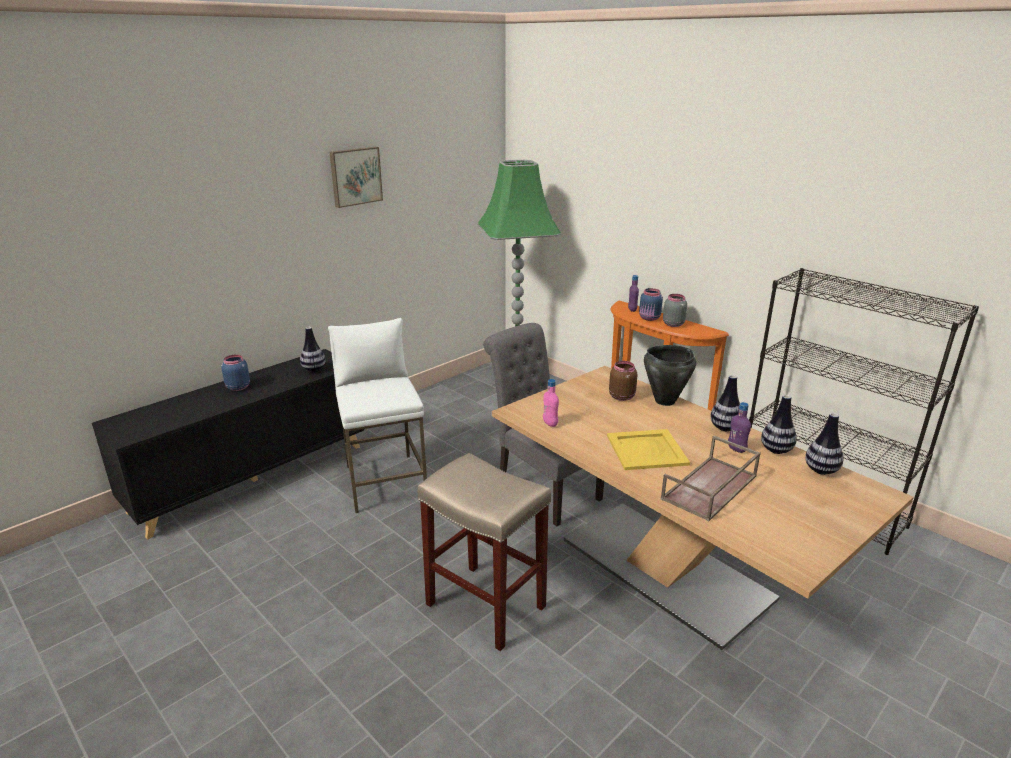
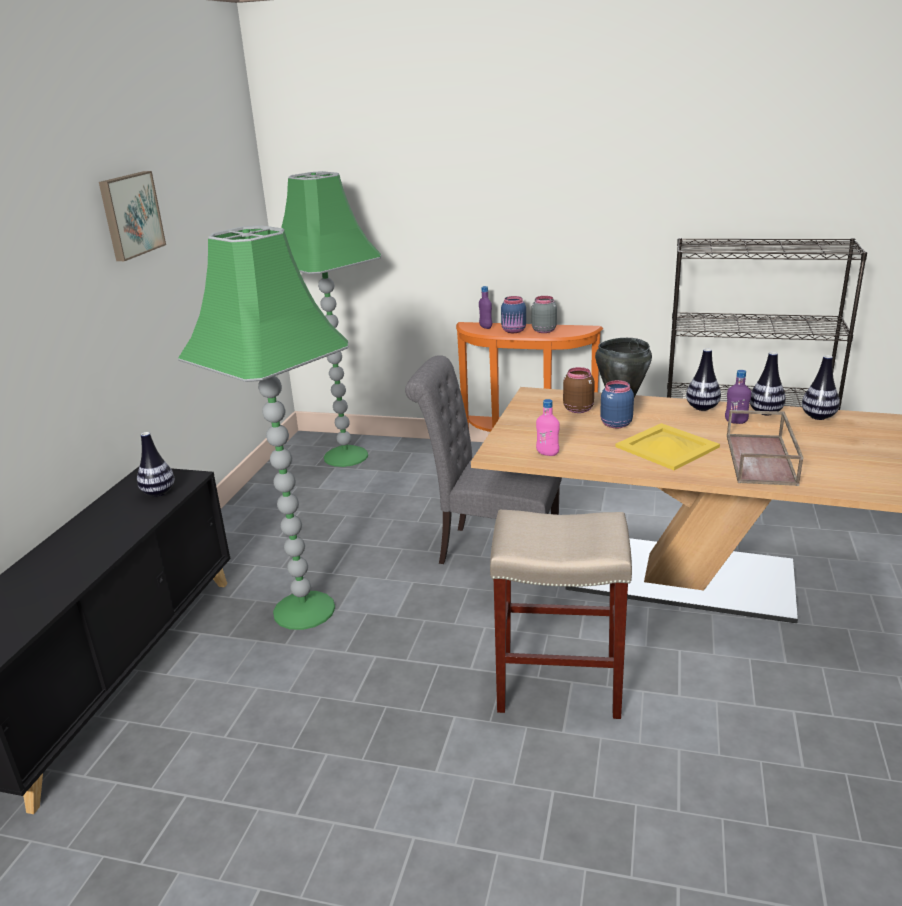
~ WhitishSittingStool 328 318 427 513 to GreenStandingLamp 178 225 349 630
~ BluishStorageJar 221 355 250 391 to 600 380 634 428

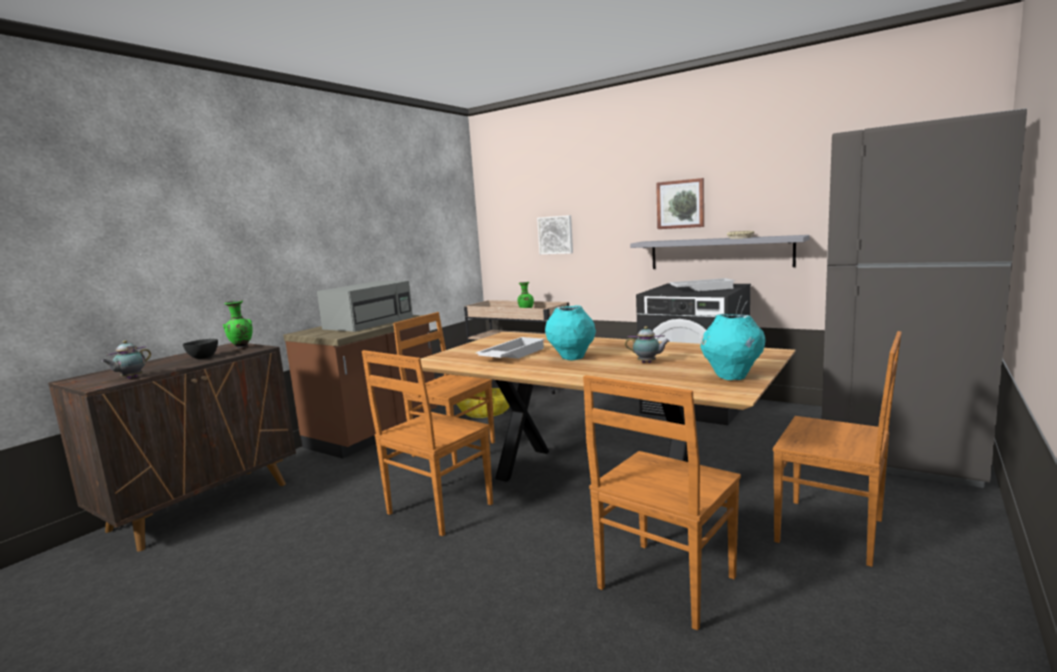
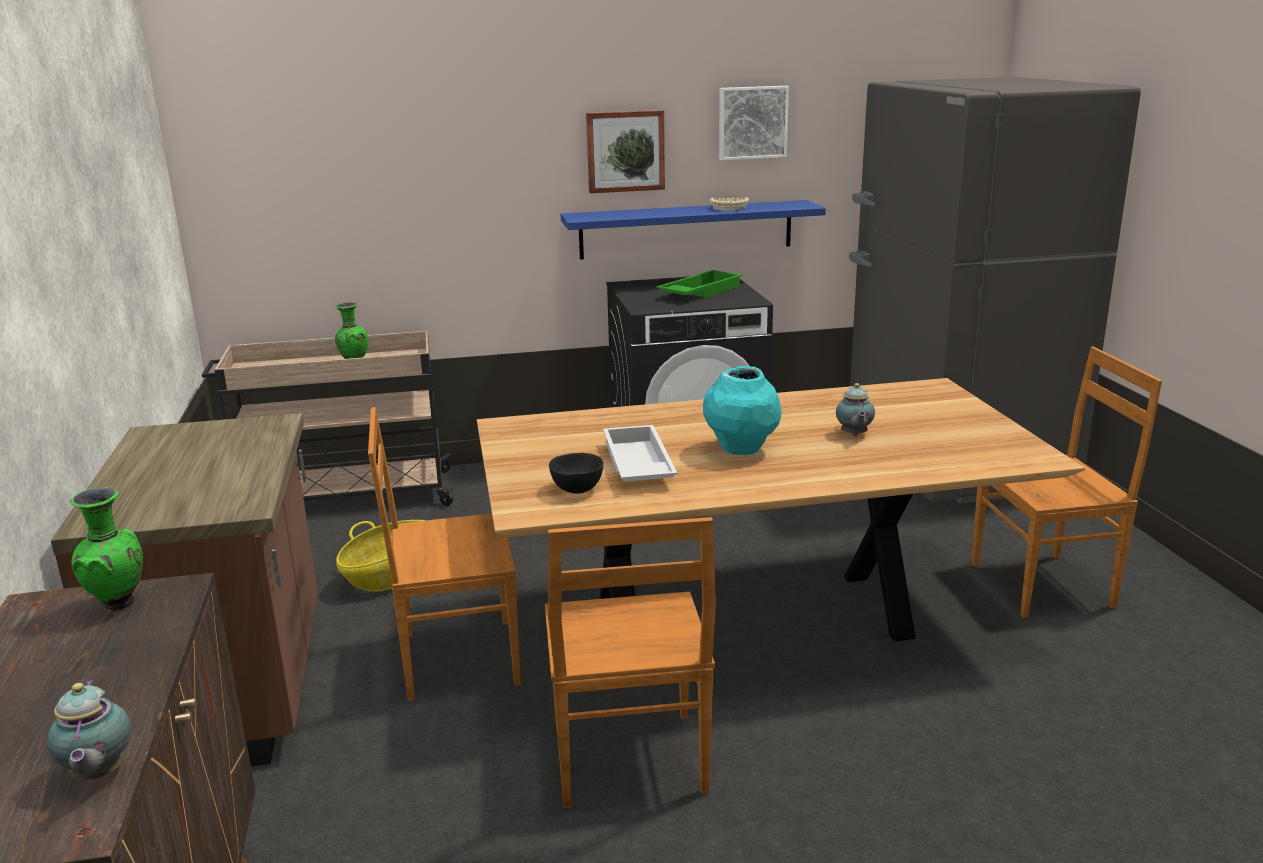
~ BlackishServingBowl 183 339 218 359 to 549 453 604 494
~ GreyishWallShelf 630 235 810 269 to BluishWallShelf 561 200 826 260
~ WhitishCarryingTray 669 278 735 291 to GreenCarryingTray 656 270 742 297
~ Picture 537 215 573 254 to 719 86 789 160
~ PotForTea 625 326 670 363 = 836 383 875 436 120 degrees clockwise
- GreyishMicrowaveOven 317 281 413 332
- BrownColouredUprightChair 583 375 741 631
- BlueGreenFlowerVase 700 314 766 380

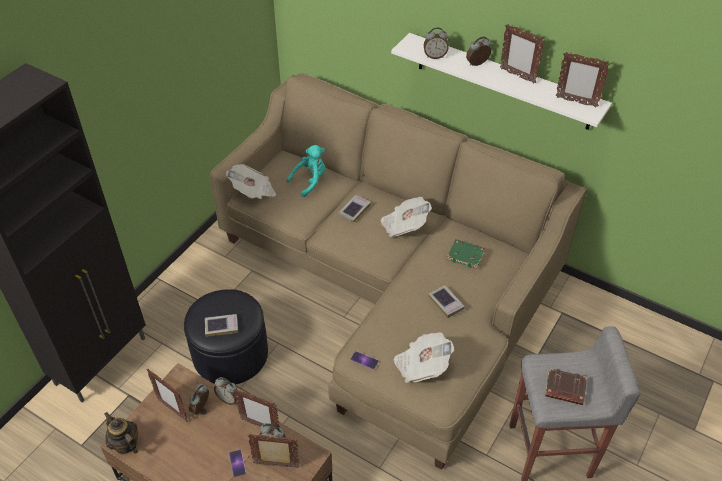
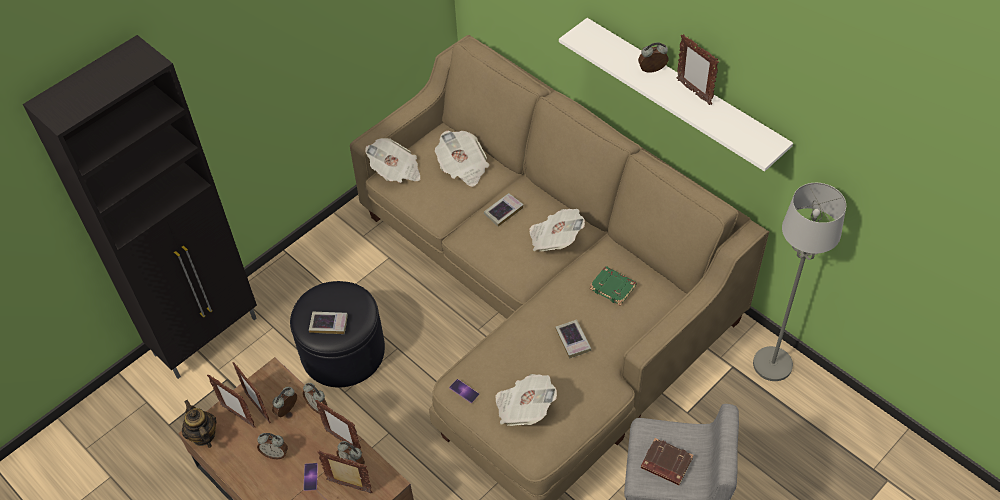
~ PictureFrame 555 52 610 108 to 207 375 256 428
~ TableClock 424 27 449 59 to 257 433 288 459
~ BlueGreenCuddlyToy 286 145 326 197 to PrintedPaper 435 131 489 187
+ GreyishStandingLamp 753 183 846 381

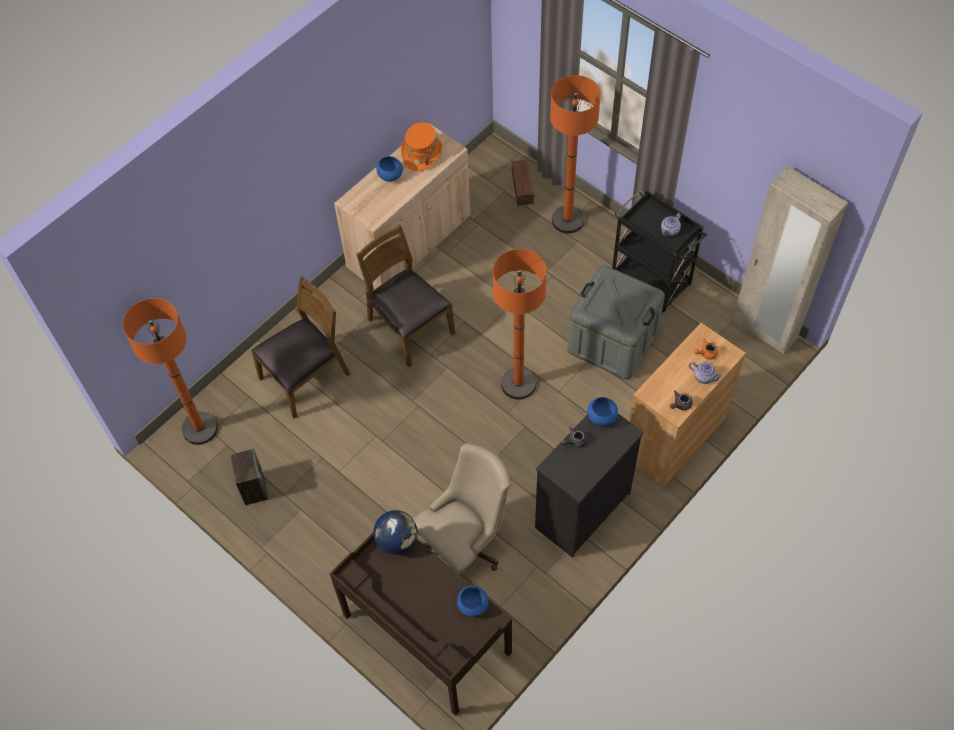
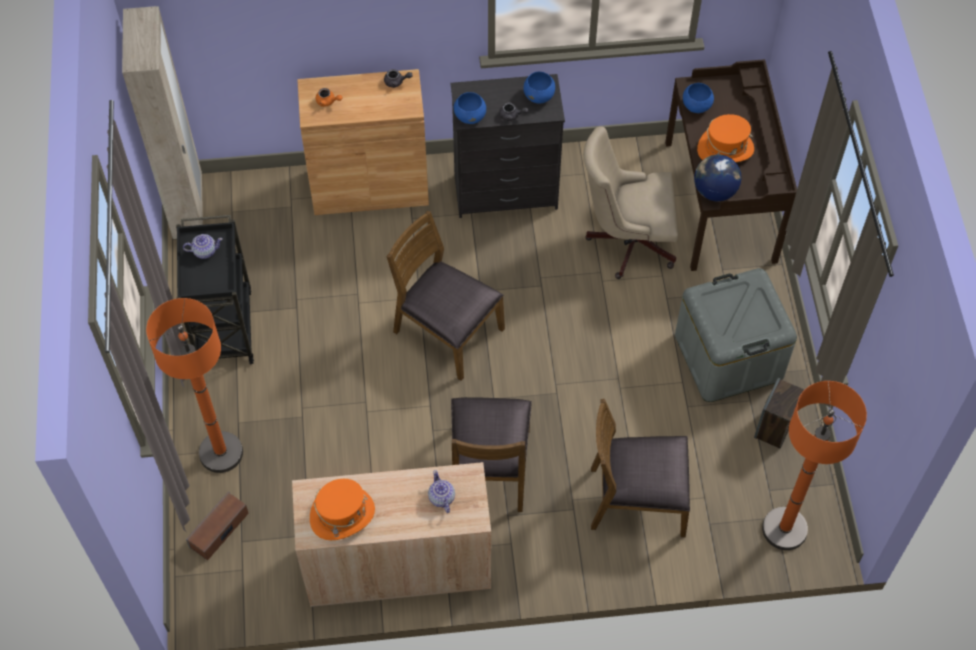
~ OrangeStandingLamp 493 249 547 400 to BrownColouredUprightChair 386 211 505 381
~ PotForTea 689 362 723 384 to 428 470 455 513
~ BluishServingBowl 376 156 403 182 to 524 72 555 103
~ GreyishStorageBin 568 266 665 379 to 675 268 797 402
+ OrangeClothingHat 697 114 754 162

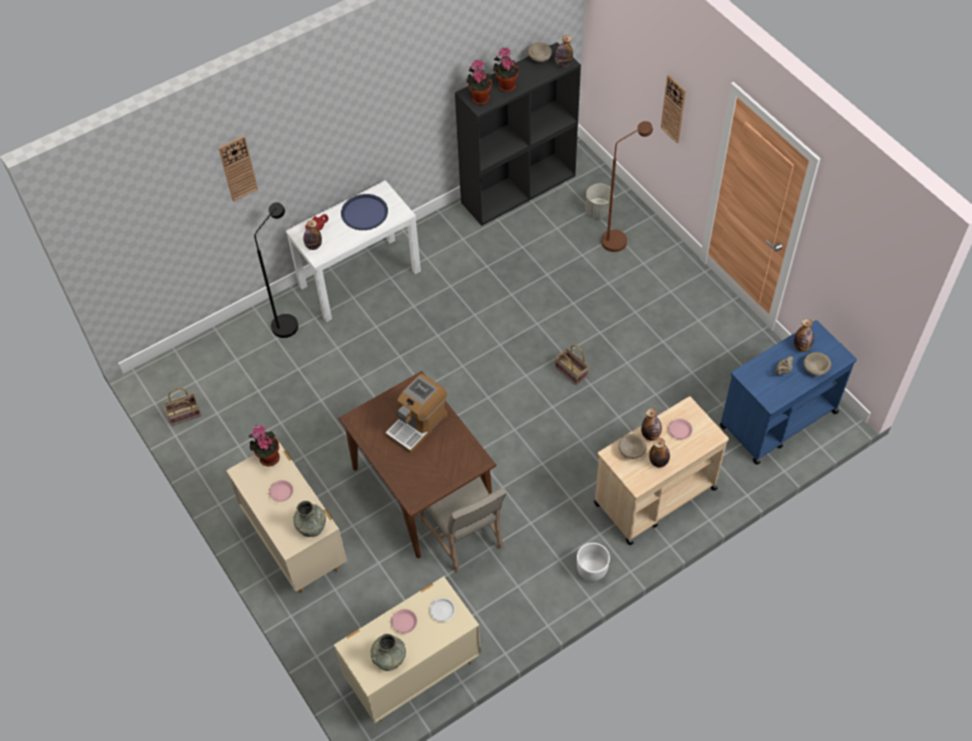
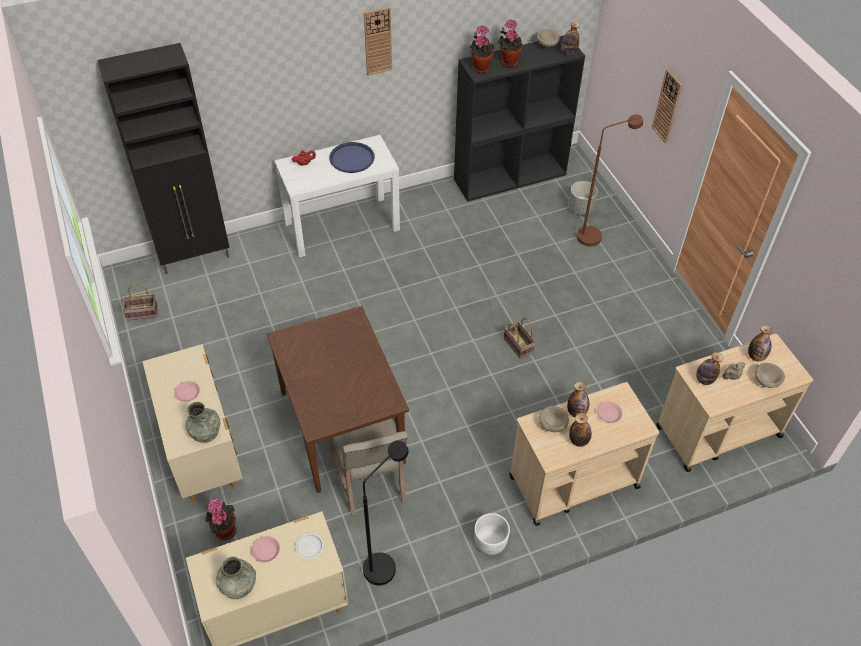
+ BlackishCupboard 97 43 230 274
~ PottedPlant 249 425 280 467 to 205 498 236 540
~ BlackishStandingLamp 254 202 298 338 to 363 440 409 585
~ WallClock 218 136 258 202 to 364 7 392 76
~ BluishWheeledCart 720 320 857 465 to BeigeColouredWheeledCart 656 334 813 472
~ DrinkBottle 303 220 322 250 to 696 352 723 385
- CoffeeMachine 385 374 447 454

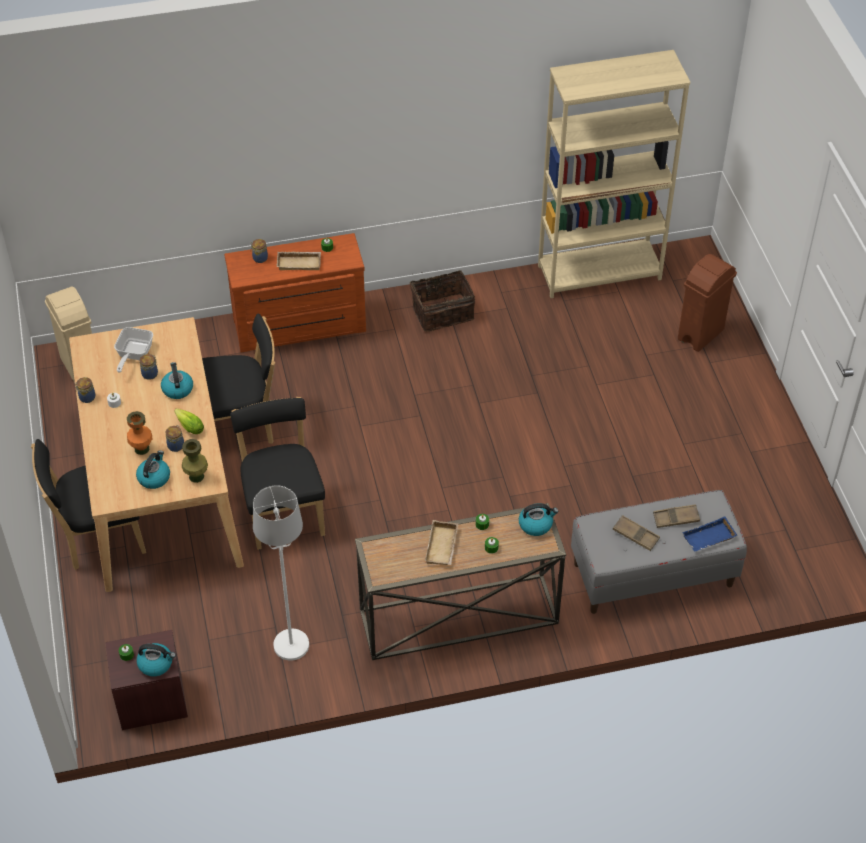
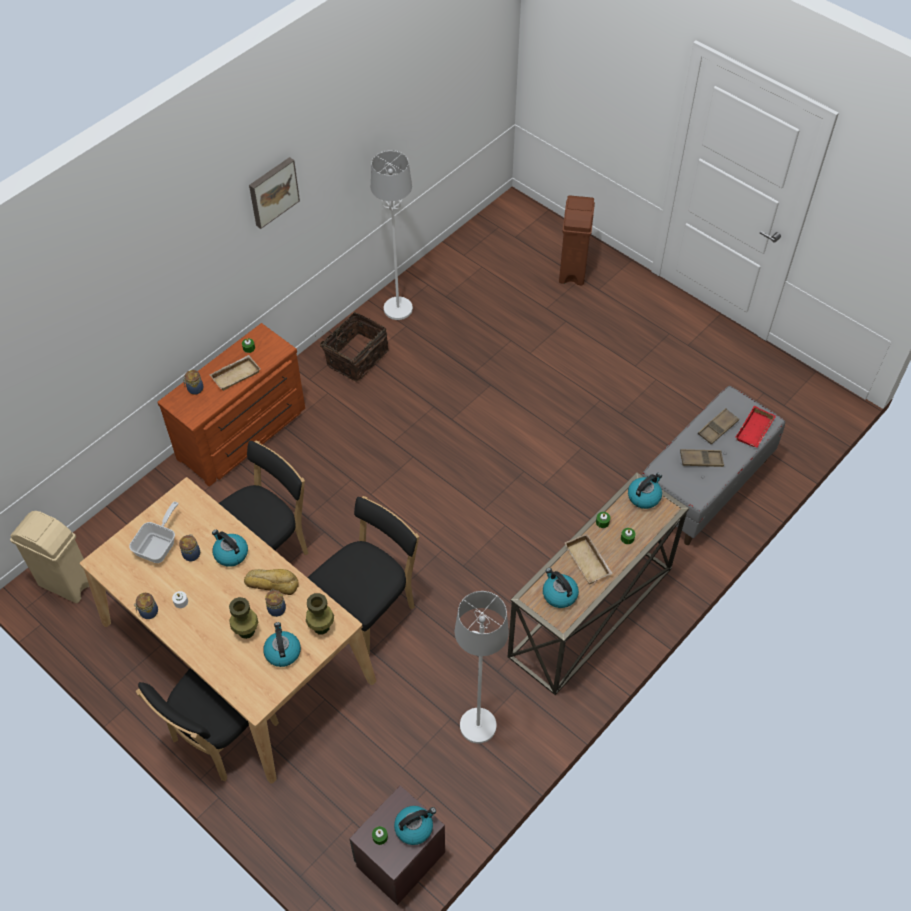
~ Pan 114 327 153 373 = 129 501 178 563 135 degrees counterclockwise
~ OrangeFlowerVase 127 411 153 455 to GreenFlowerVase 229 597 259 639
~ Lettuce 174 408 204 434 to BakedBread 244 569 299 595
+ Picture 249 157 300 229
~ BlackishUprightChair 230 397 325 550 = 308 496 419 656 90 degrees clockwise
+ WhitishStandingLamp 371 150 413 320
+ TeaKettle 543 568 579 608
~ BluishCarryingTray 682 517 737 552 to ReddishCarryingTray 736 406 776 448
- BeigeColouredShelvingUnit 538 50 690 298

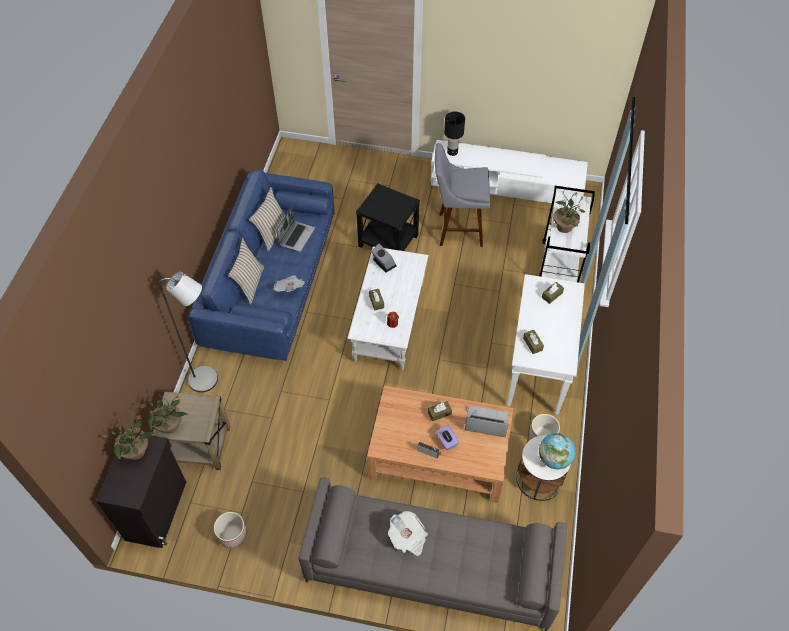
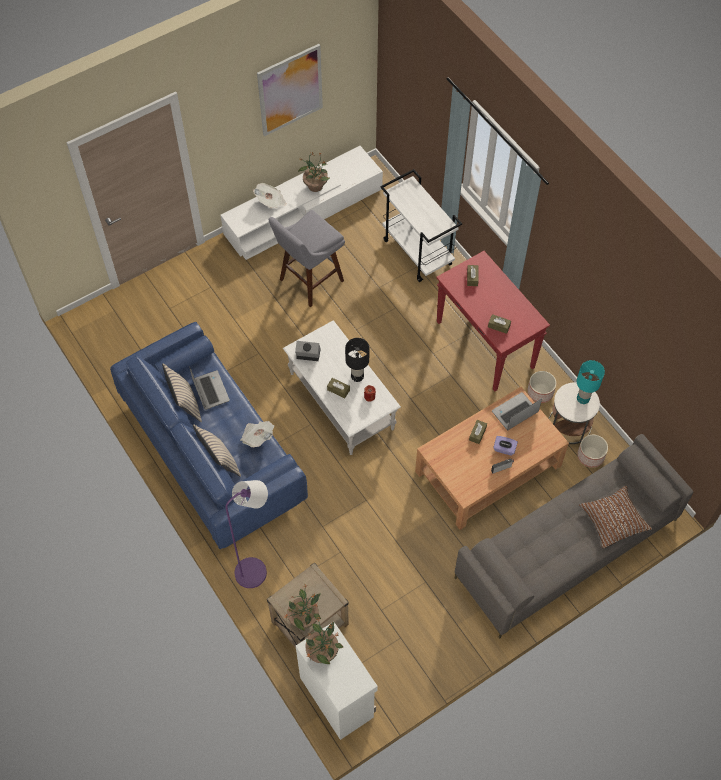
~ GreyishStandingLamp 159 272 218 392 to PurpleColouredStandingLamp 225 480 268 588
~ PrintedPaper 388 511 428 556 to 253 183 287 208
+ Picture 257 44 323 136
~ BlackishCupboard 96 435 186 548 to WhitishCupboard 296 622 378 740
~ PottedPlant 553 191 585 233 to 298 152 330 192
~ BlackishTabletopLamp 444 111 465 156 to 345 338 369 382
~ WhitishConsoleTable 507 274 585 415 to ReddishConsoleTable 436 251 550 391
~ DeskGlobe 539 433 576 469 to BlueGreenTabletopLamp 577 360 605 404
~ FlowerPot 214 512 247 548 to 577 435 608 468
+ BrownColouredCushion 579 486 652 549
- BlackishEndTable 356 183 420 251

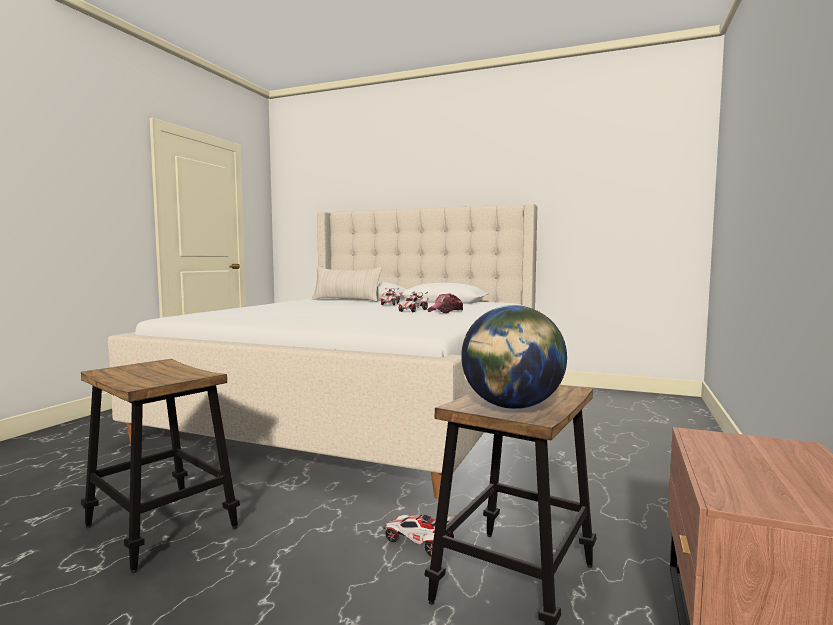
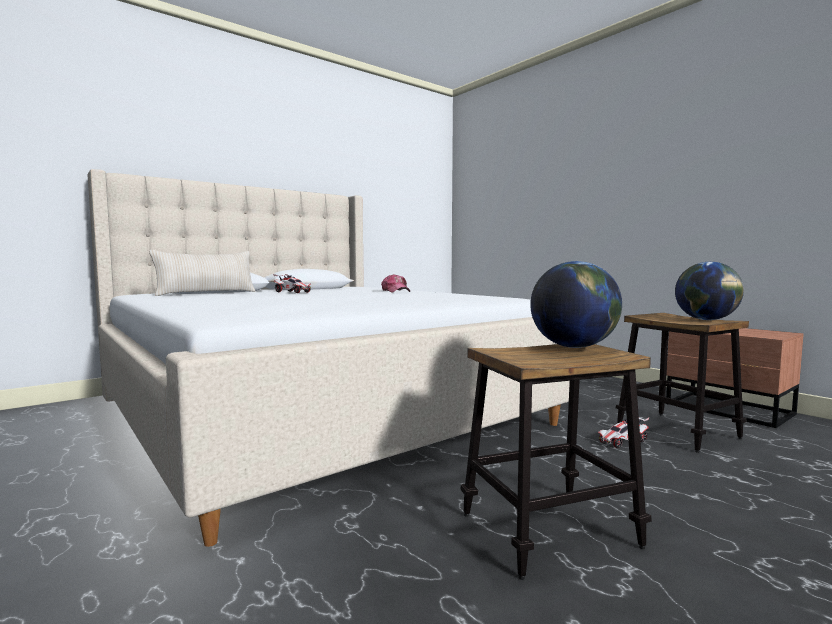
+ DeskGlobe 530 261 622 348
- MiniatureCar 398 291 429 312

